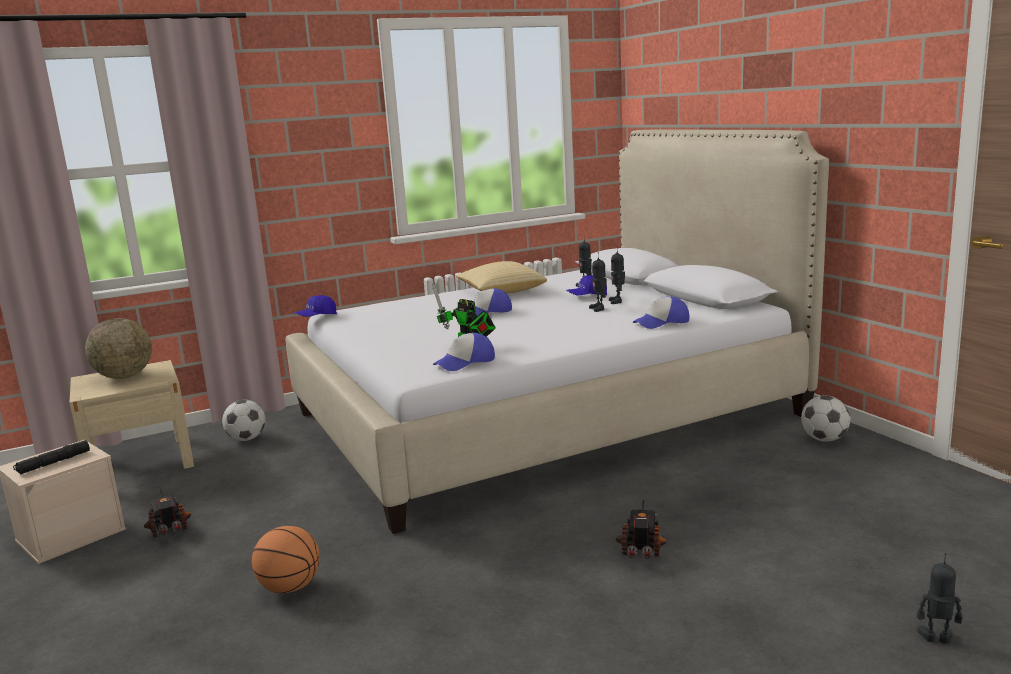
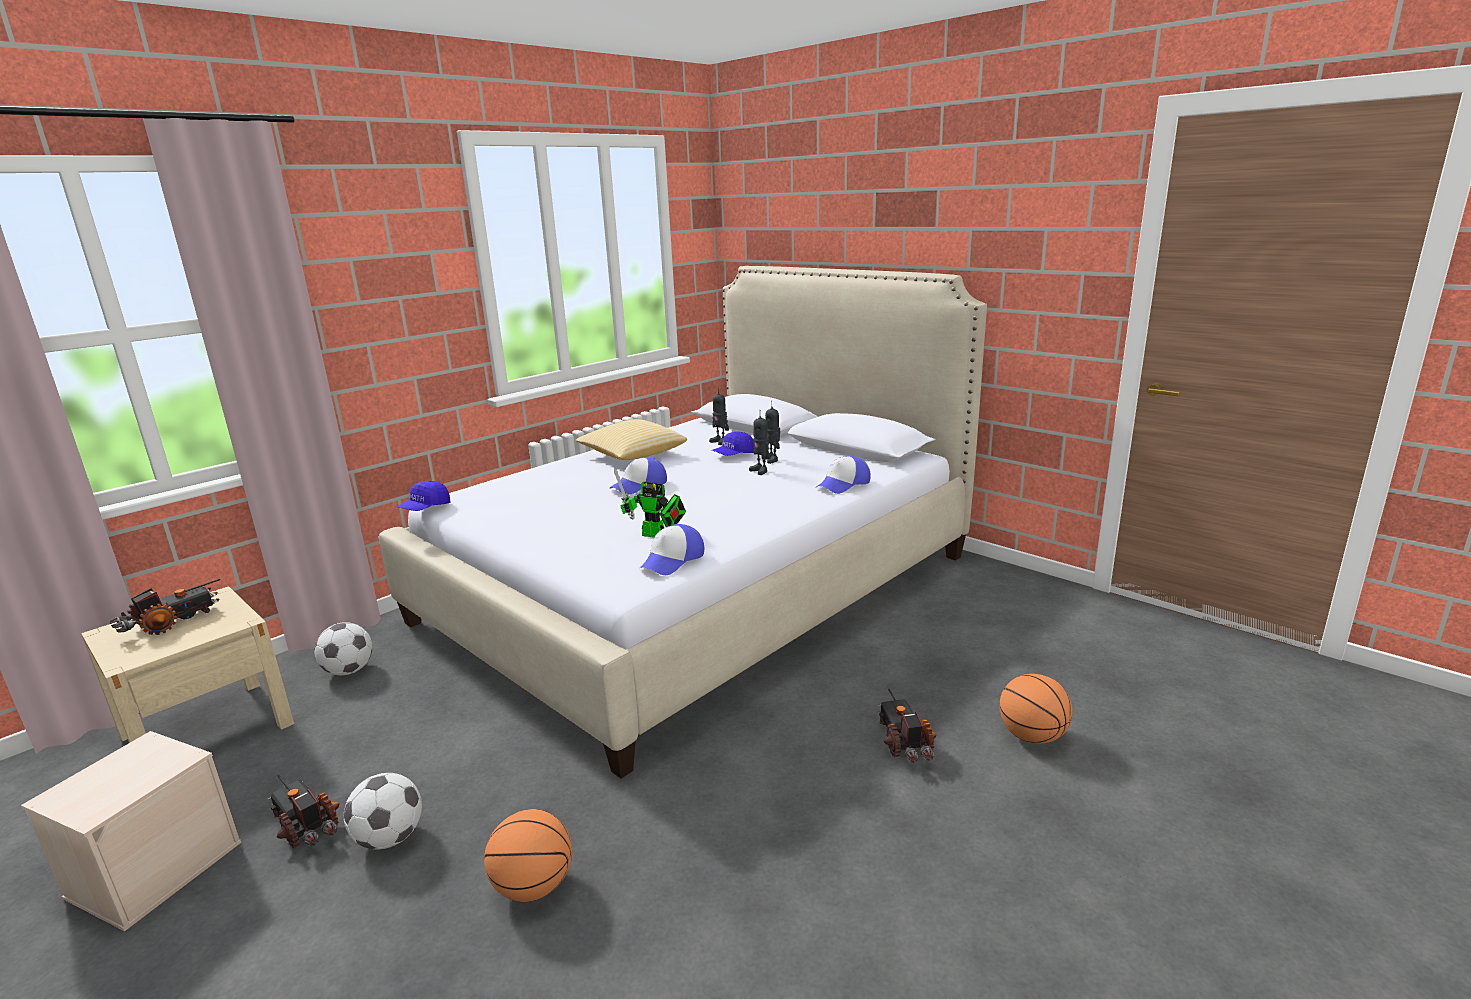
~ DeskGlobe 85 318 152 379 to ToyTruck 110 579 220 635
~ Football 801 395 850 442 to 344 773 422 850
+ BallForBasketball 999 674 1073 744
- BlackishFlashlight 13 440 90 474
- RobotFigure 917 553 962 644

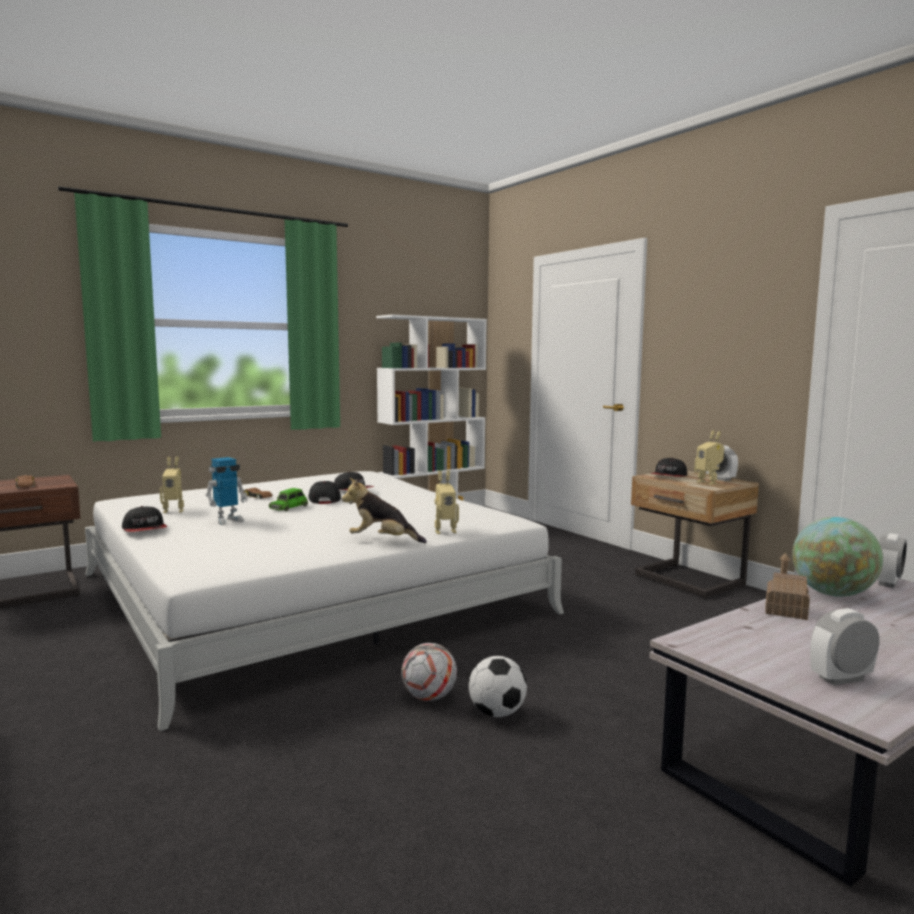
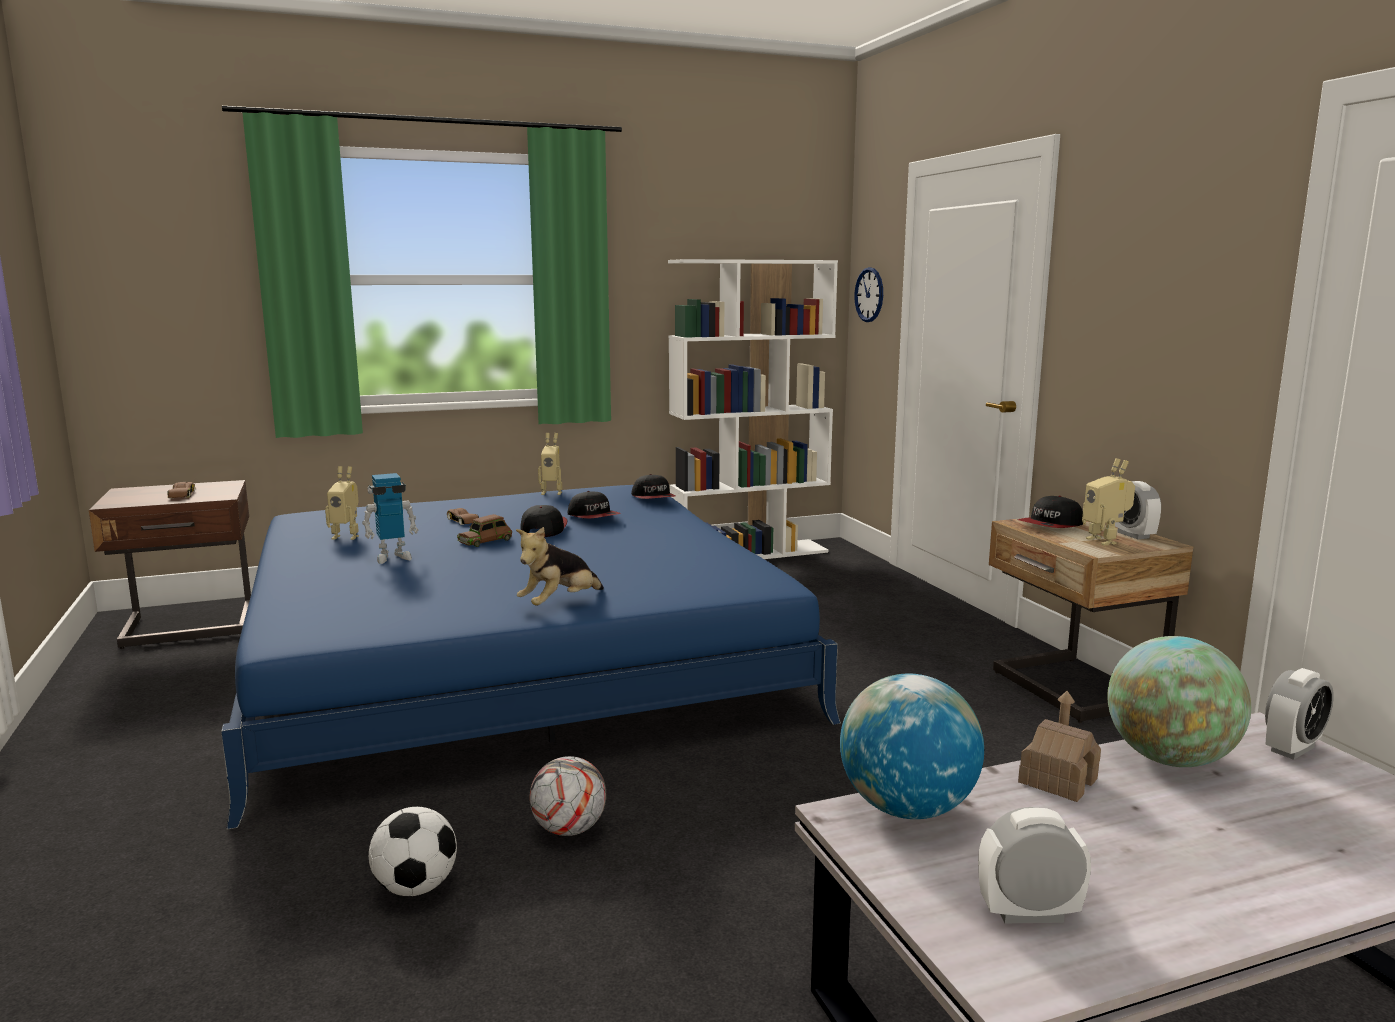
~ WhitishBedroomBed 85 471 564 731 to BluishBedroomBed 221 485 841 830
~ Football 469 656 527 717 to 369 807 457 896
~ GreenMiniatureCar 269 488 308 511 to BrownColouredMiniatureCar 457 514 512 547
~ CuddlyToy 342 478 427 543 = 516 527 604 605 75 degrees counterclockwise
~ RobotFigure 435 470 459 534 to 538 433 562 495
~ BaseballCap 122 506 168 532 to 631 474 676 499
+ DeskGlobe 840 674 984 819
+ WallClock 854 267 883 322

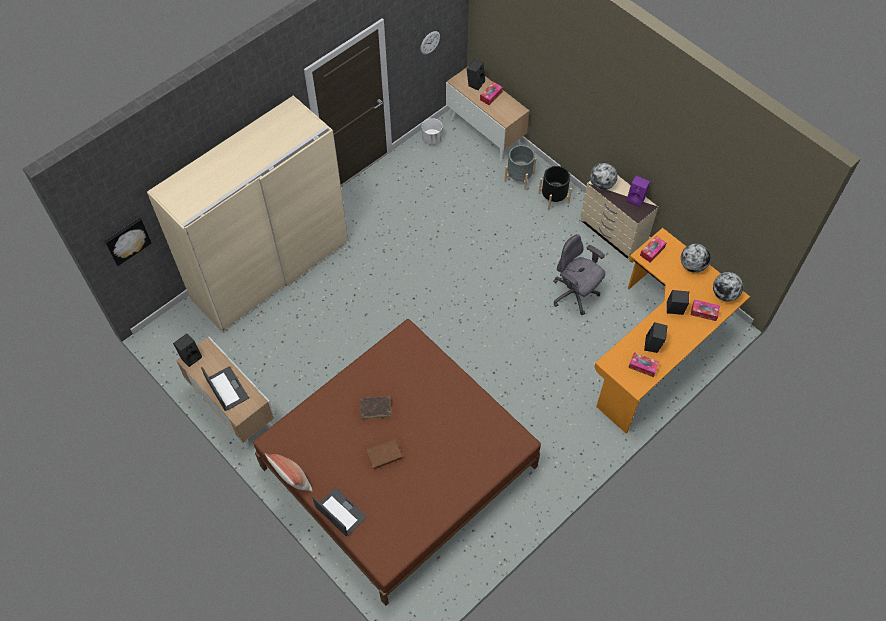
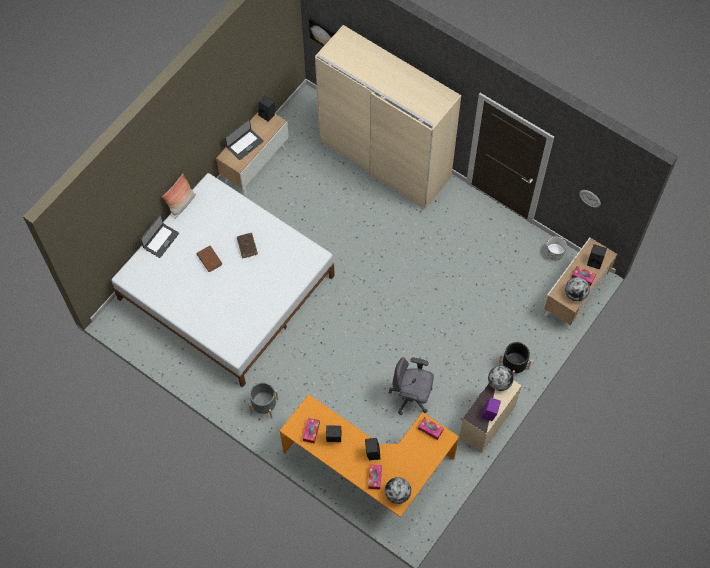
~ BrownColouredBedroomBed 253 319 541 606 to WhitishBedroomBed 111 173 335 388
~ GreyishFlowerPot 504 145 536 190 to 249 382 278 419
~ GreyishOfficeChair 553 234 606 315 = 389 357 434 415 105 degrees counterclockwise
~ DeskGlobe 681 244 711 273 to 565 277 590 301

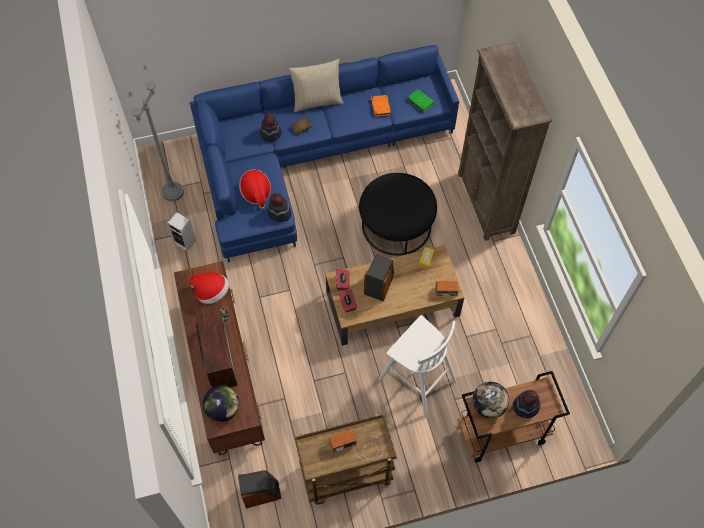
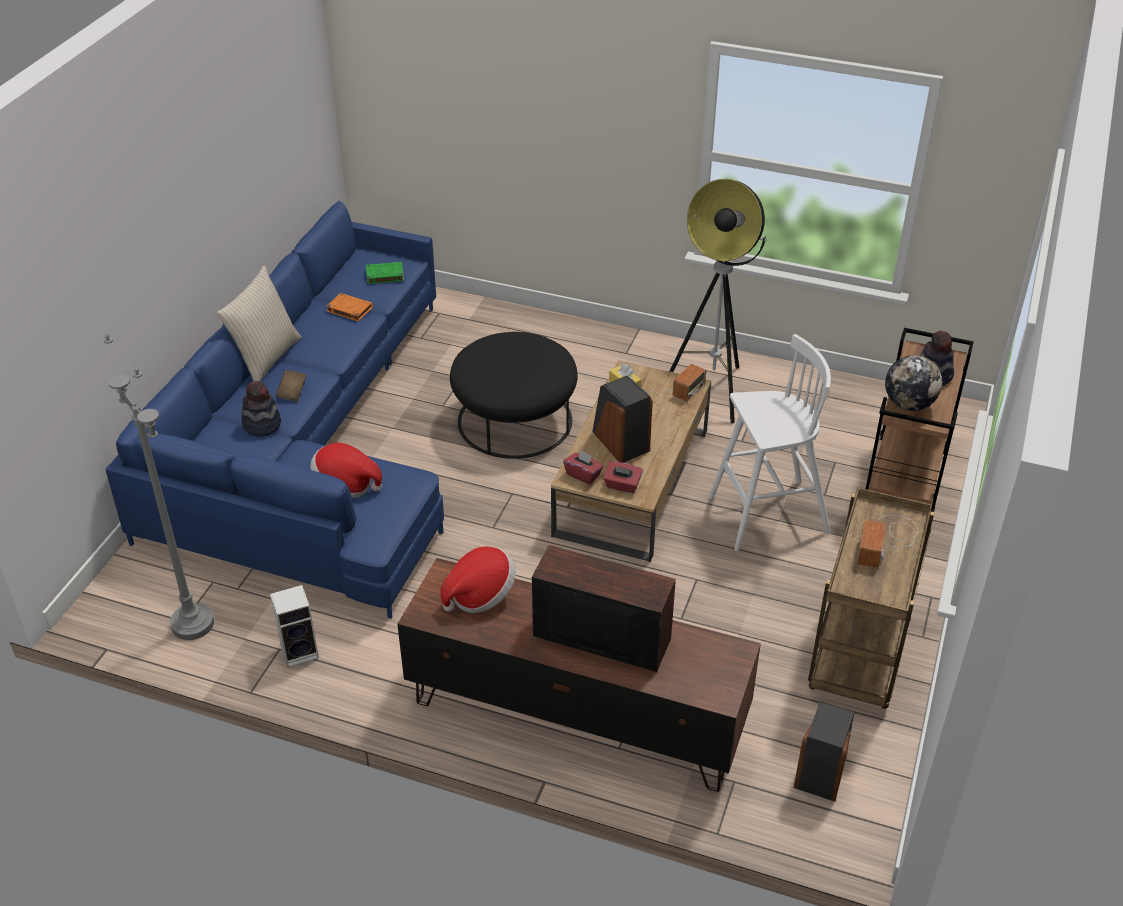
+ StandingLamp 670 179 767 424
- DeskGlobe 203 385 239 422
- ClothingHat 268 193 291 222
- BrownColouredShelvingUnit 458 42 552 241

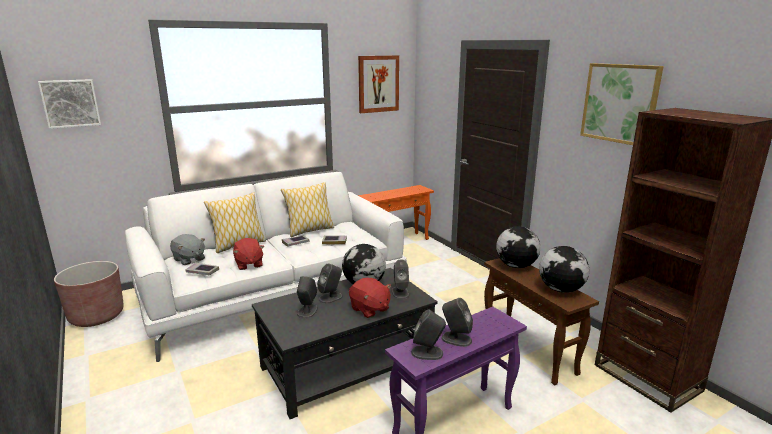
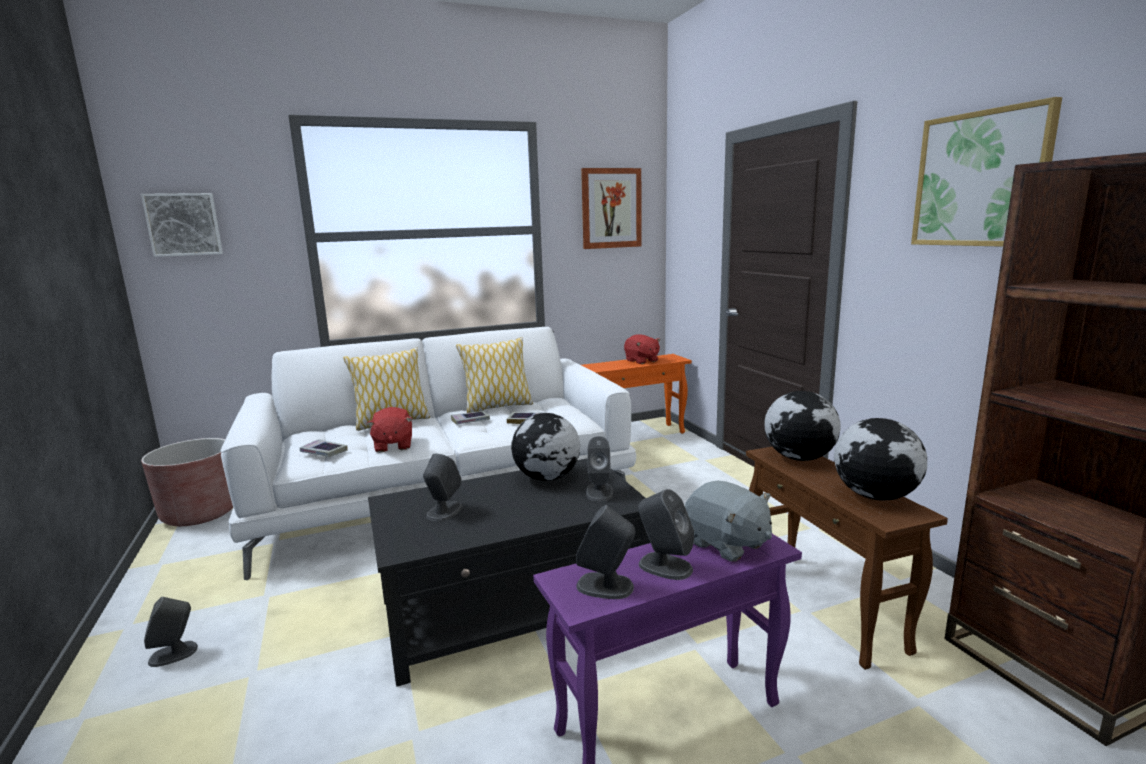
~ GreyishSpeaker 317 263 343 304 to 144 597 198 667
~ ReddishCuddlyToy 349 278 391 318 to 624 334 660 364
~ GreyishCuddlyToy 170 234 205 265 to 685 481 772 562

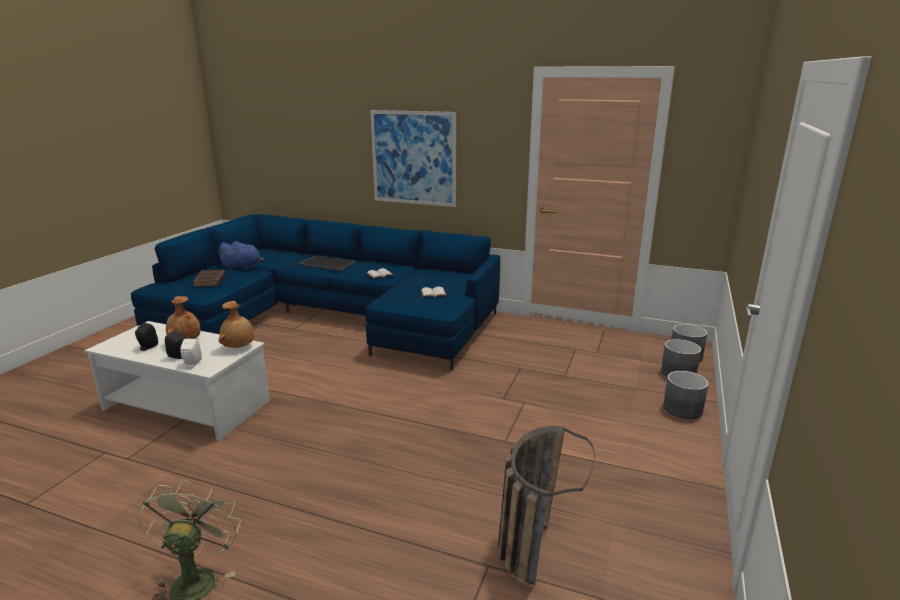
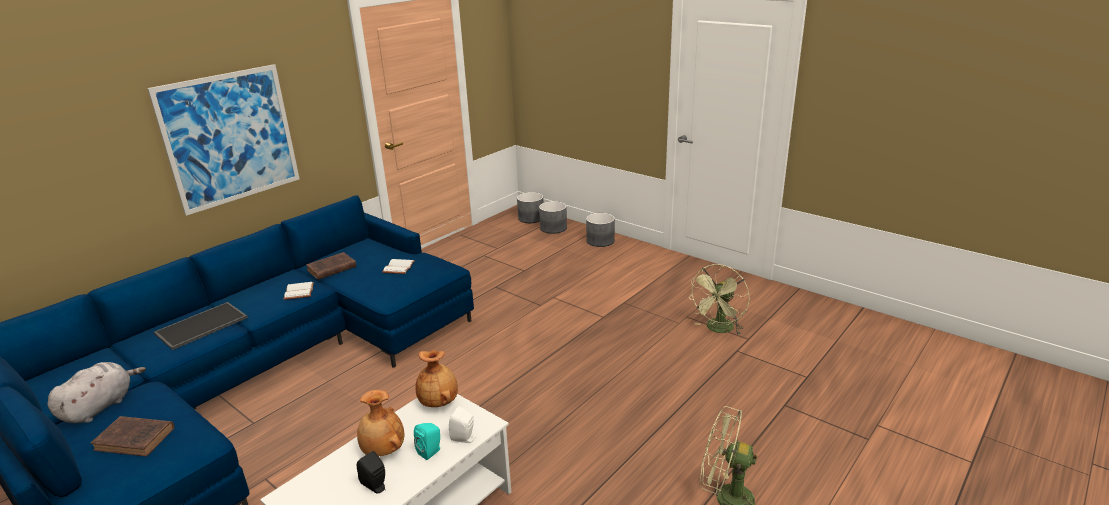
~ BluishCuddlyToy 217 241 265 270 to GreyishCuddlyToy 47 362 146 423
+ BrownColouredBook 306 252 357 280
~ BlackishSpeaker 165 331 185 359 to BlueGreenSpeaker 414 423 440 460
~ HouseholdBasket 498 426 595 585 to GreenCoolingFan 688 264 749 335

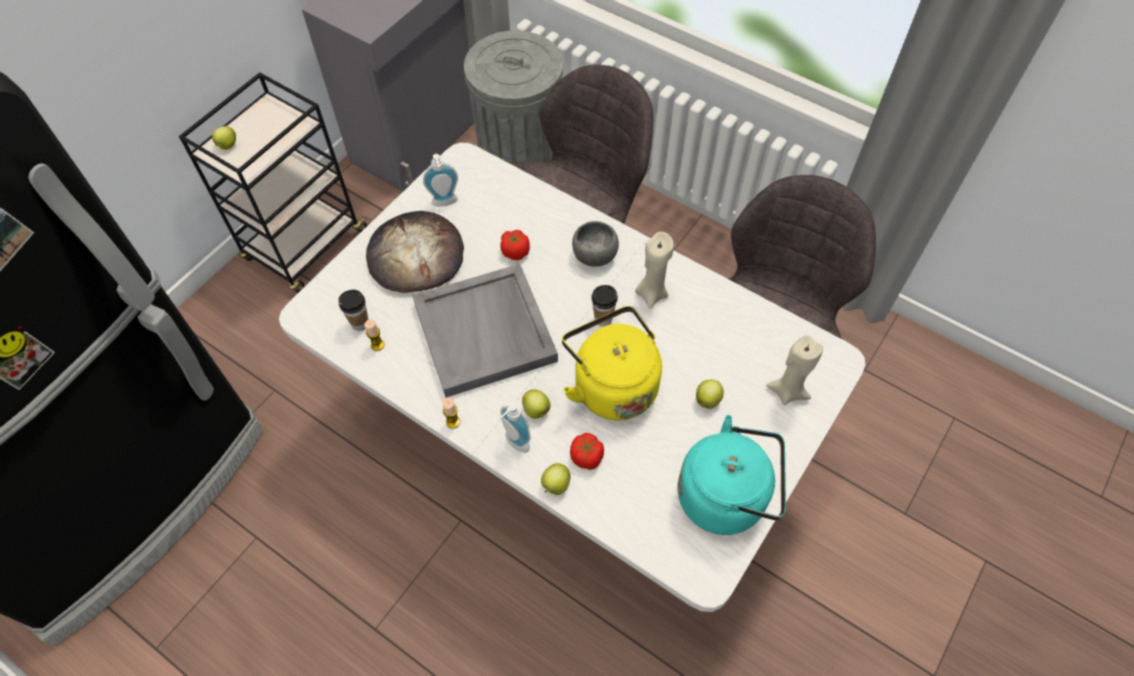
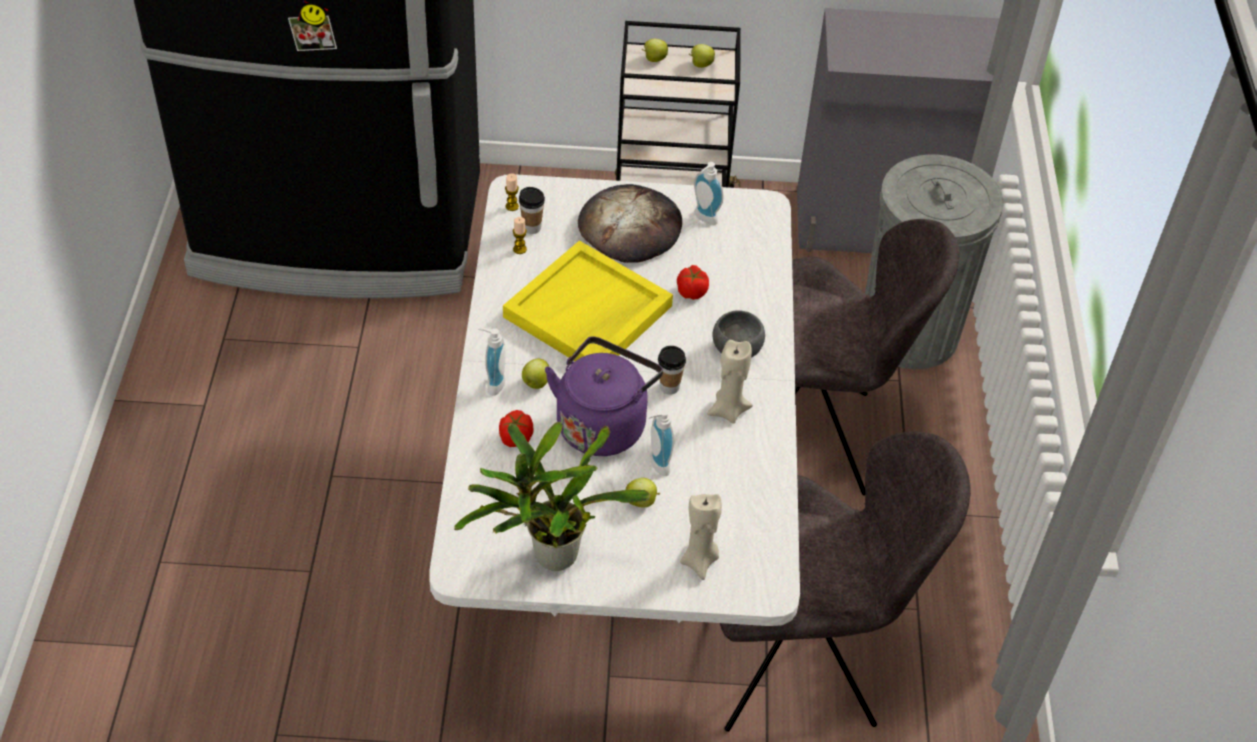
~ BlueGreenTeaKettle 678 415 786 535 to PottedPlant 454 422 650 571
~ GreyishCarryingTray 413 264 558 398 to YellowCarryingTray 503 241 673 361
~ WaxCandle 442 397 460 429 to 505 173 519 211
~ YellowTeaKettle 562 306 662 420 to PurpleColouredTeaKettle 545 337 663 456
+ LiquidSoapBottle 648 409 674 476
~ WholeApple 541 463 570 495 to 688 44 715 68

